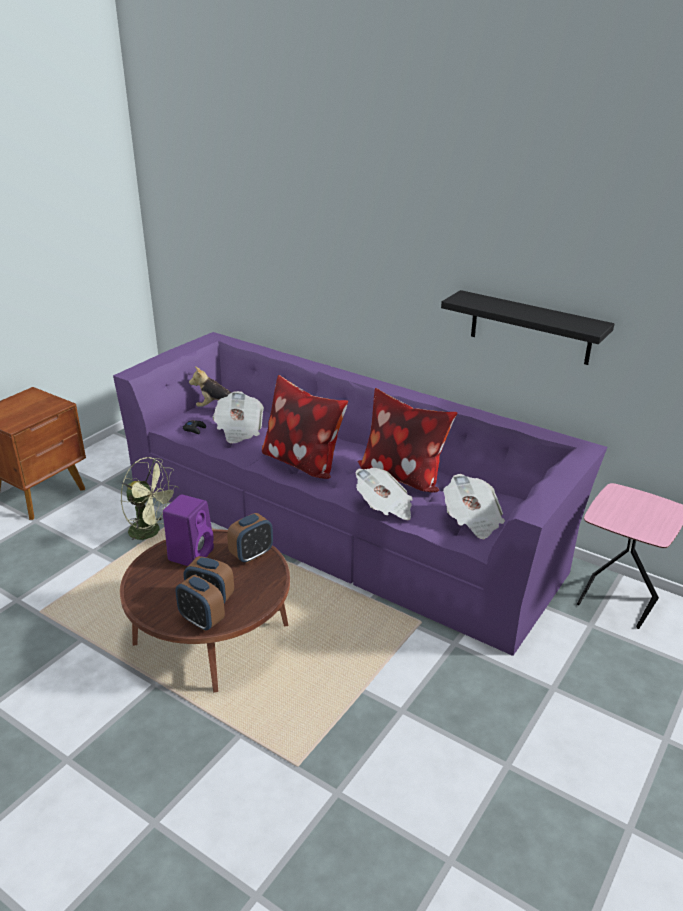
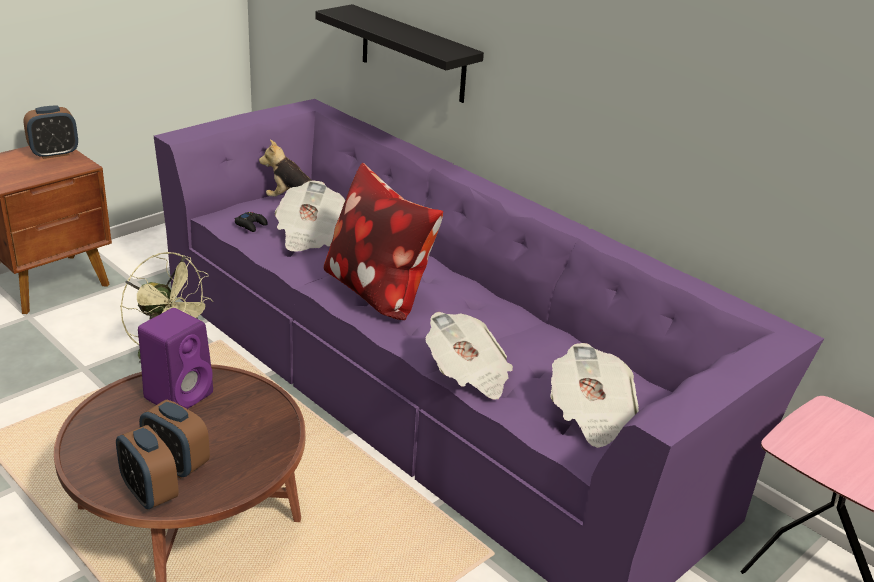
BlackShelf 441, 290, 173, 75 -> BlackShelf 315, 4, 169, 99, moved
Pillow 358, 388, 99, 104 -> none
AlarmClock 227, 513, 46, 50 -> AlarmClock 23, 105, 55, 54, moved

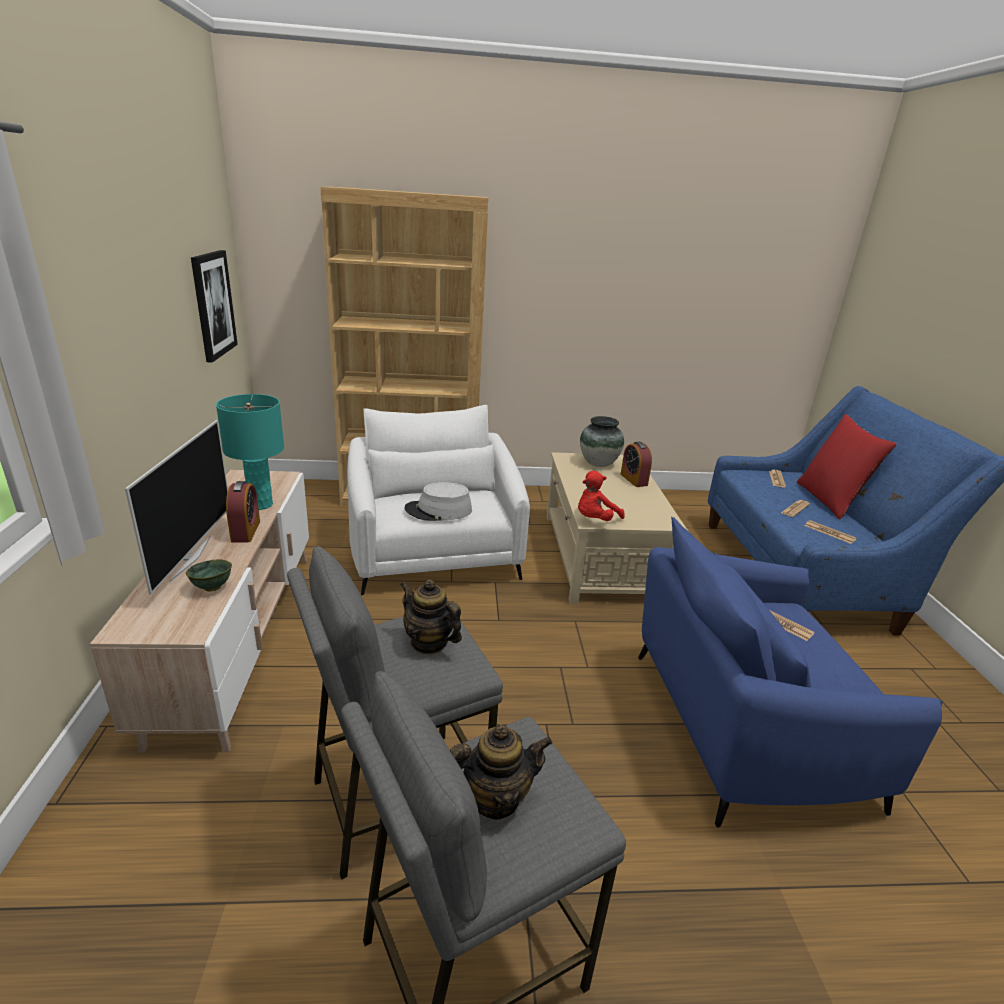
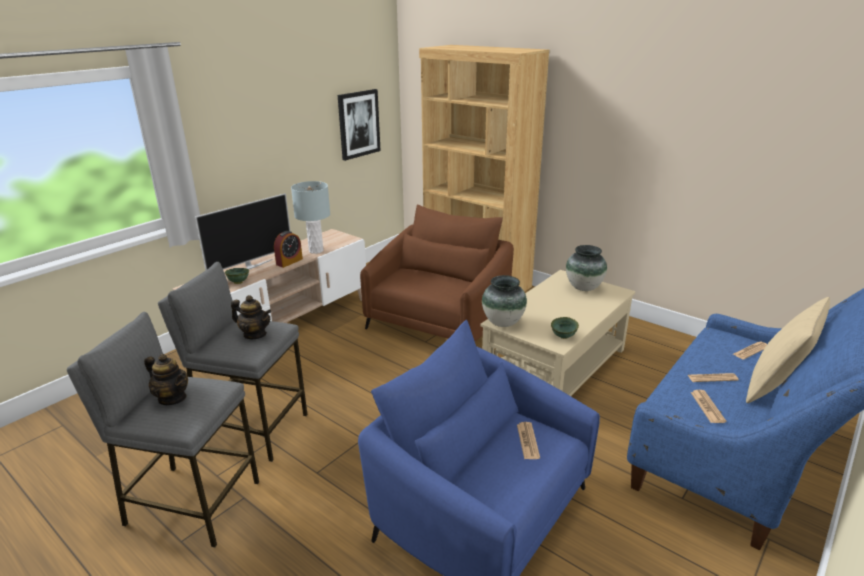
TurquoiseTableLamp 216, 394, 68, 116 -> GreyTableLamp 291, 181, 39, 73
WhiteArmchair 347, 405, 183, 191 -> BrownArmchair 360, 205, 154, 136
RedPillow 797, 414, 100, 106 -> BeigePillow 746, 297, 84, 106
AlarmClock 621, 442, 31, 45 -> none
RedPlushToy 578, 471, 47, 50 -> Vase 482, 275, 45, 52
GreyHat 404, 482, 68, 39 -> none
Teapot 400, 579, 62, 75 -> Teapot 231, 295, 40, 44, 120 degrees clockwise
none -> GreenBowl 551, 317, 28, 22

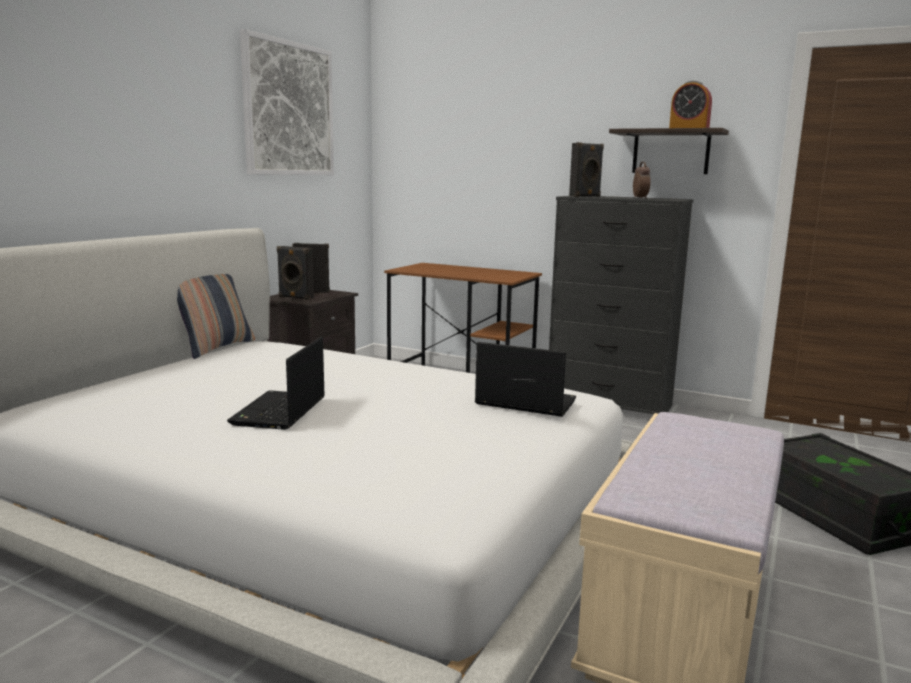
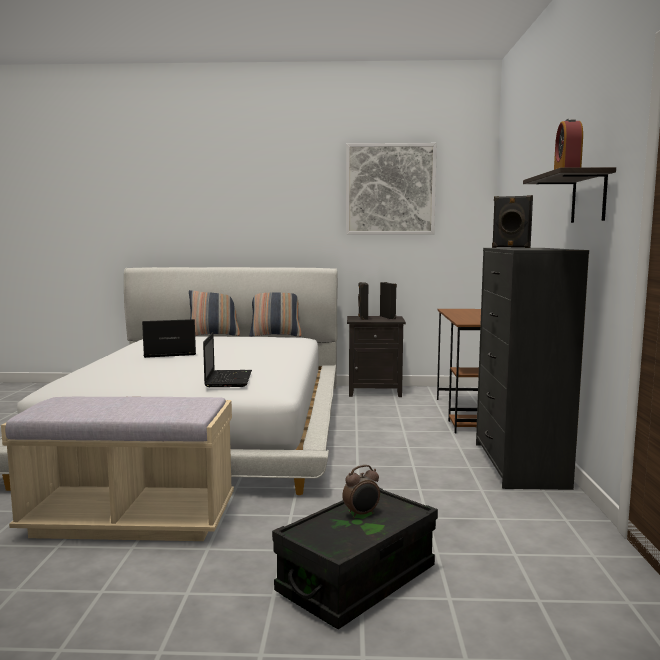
AlarmClock 633, 162, 18, 37 -> AlarmClock 342, 465, 38, 53, moved
none -> Pillow 189, 290, 51, 46

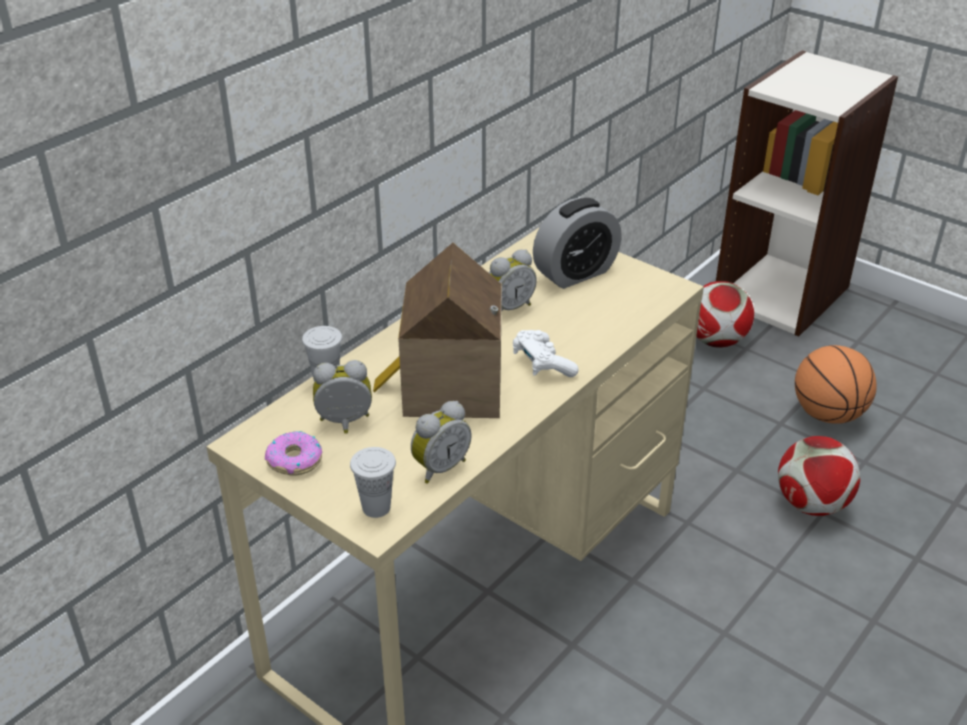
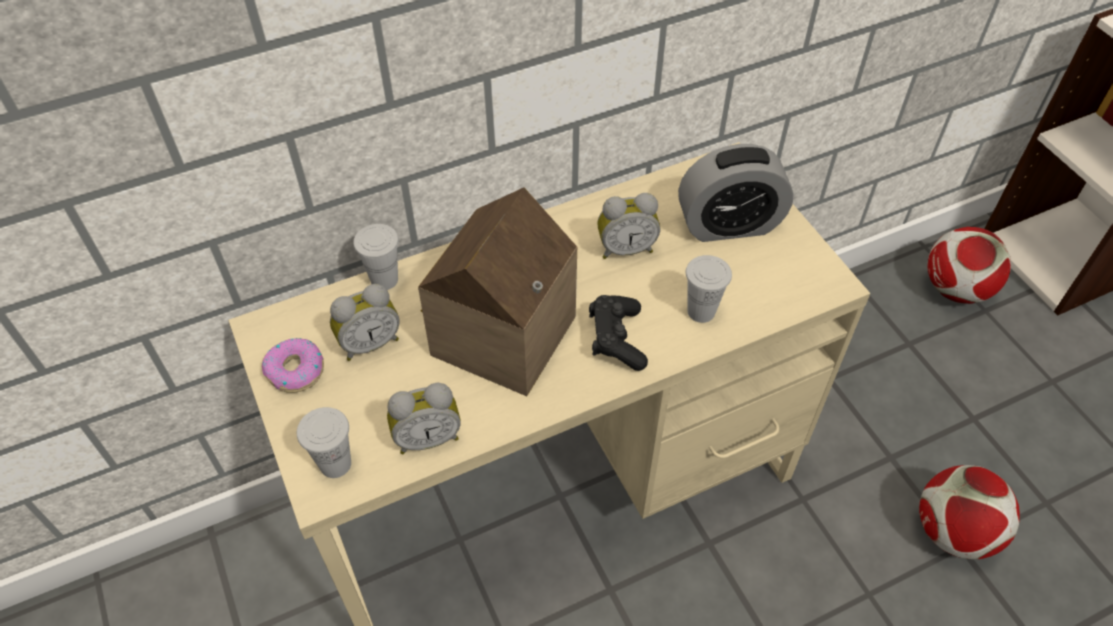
WhiteGameController 513, 330, 66, 47 -> BlackGameController 589, 295, 59, 76
Basketball 795, 345, 82, 79 -> none
AlarmClock 313, 360, 59, 74 -> AlarmClock 330, 284, 70, 77, 135 degrees clockwise
none -> WhiteCup 686, 255, 46, 68

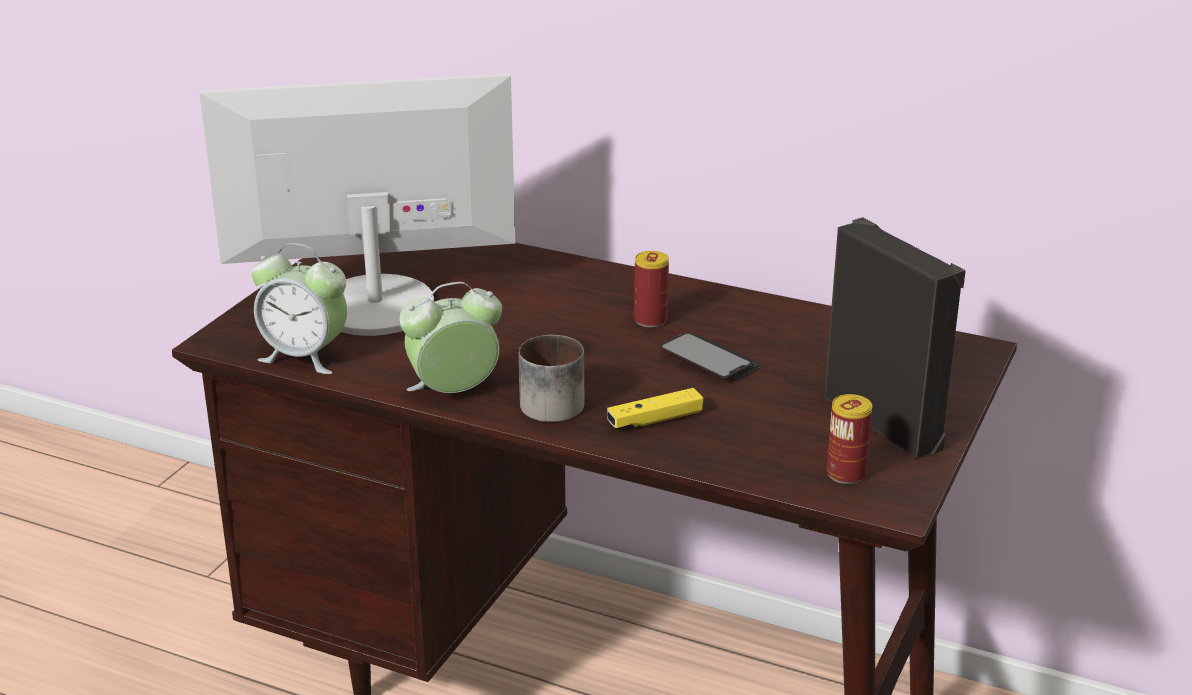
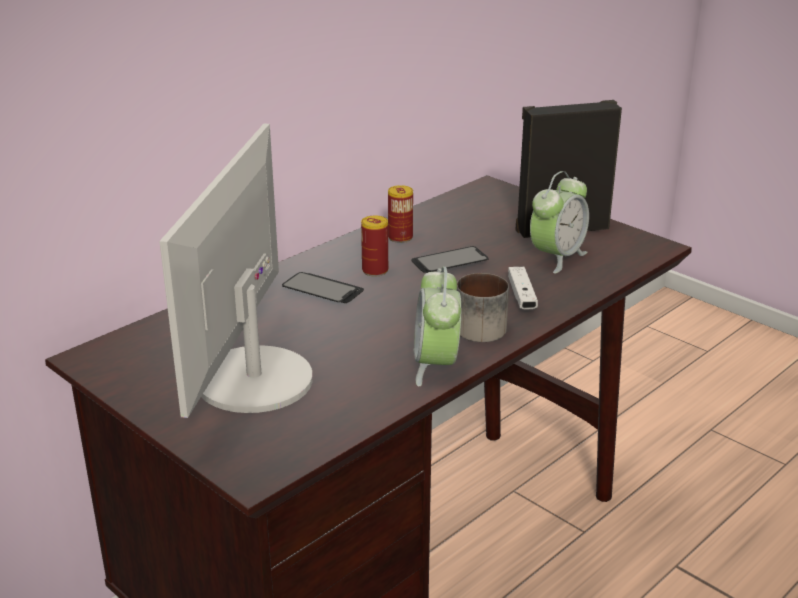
AlarmClock 252, 243, 95, 131 -> AlarmClock 530, 171, 59, 102, moved
YellowGameController 607, 388, 96, 40 -> WhiteGameController 508, 266, 30, 44
Can 827, 394, 45, 90 -> Can 388, 185, 25, 58, moved
none -> Phone 282, 272, 82, 31

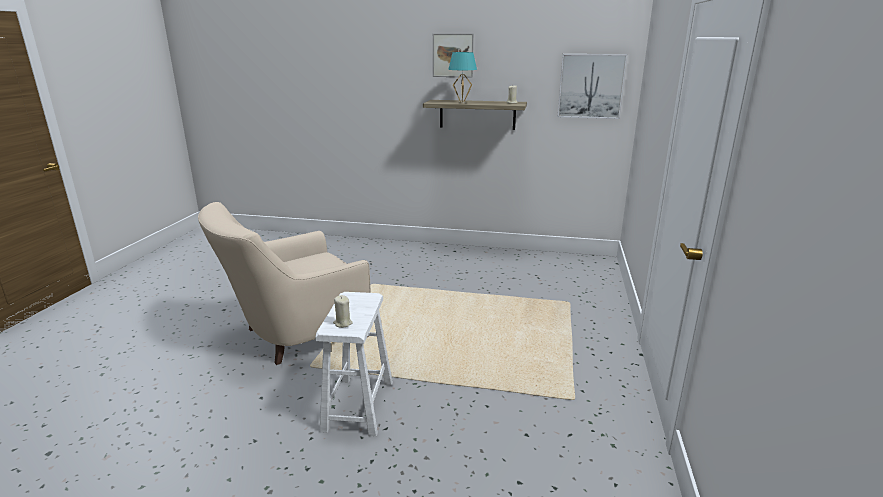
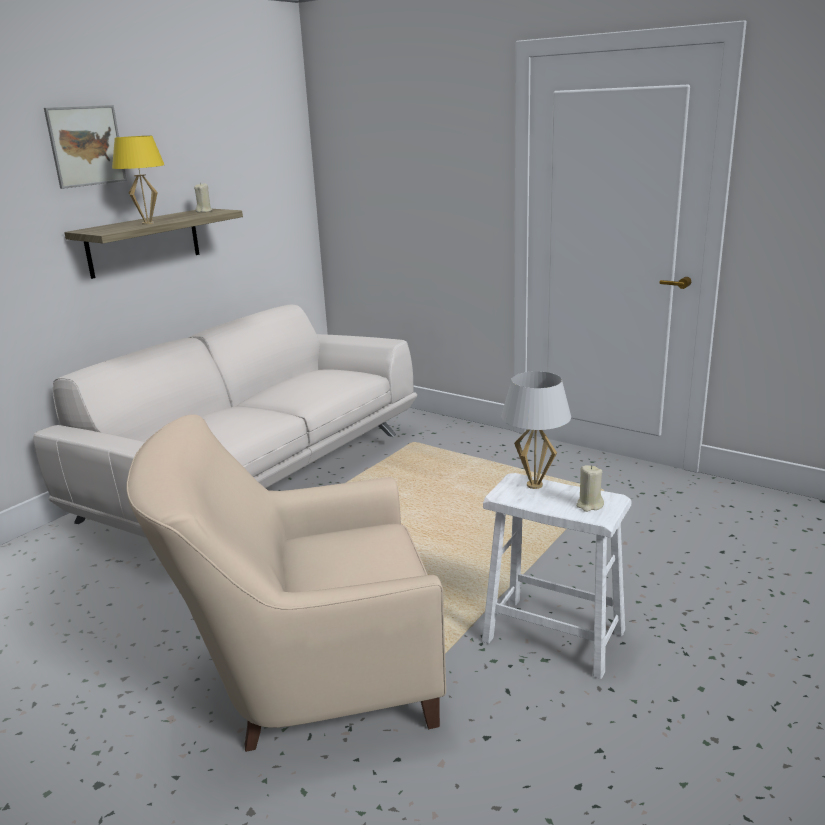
TurquoiseTableLamp 448, 52, 29, 51 -> YellowTableLamp 112, 136, 52, 89
Picture 558, 54, 70, 65 -> none
BeigeArmchair 198, 202, 173, 163 -> BeigeArmchair 127, 414, 319, 338, 90 degrees clockwise
none -> WhiteSofa 33, 305, 384, 233
none -> WhiteTableLamp 501, 371, 70, 118

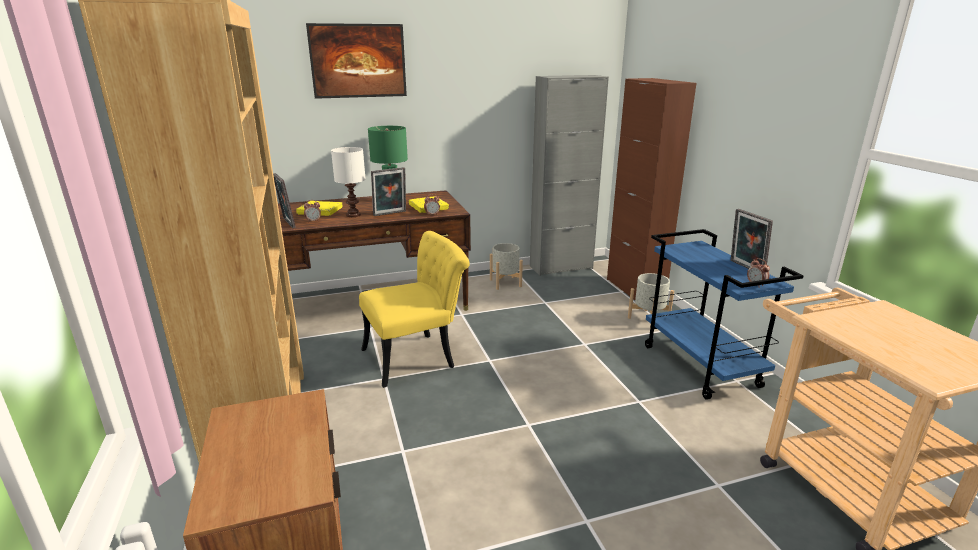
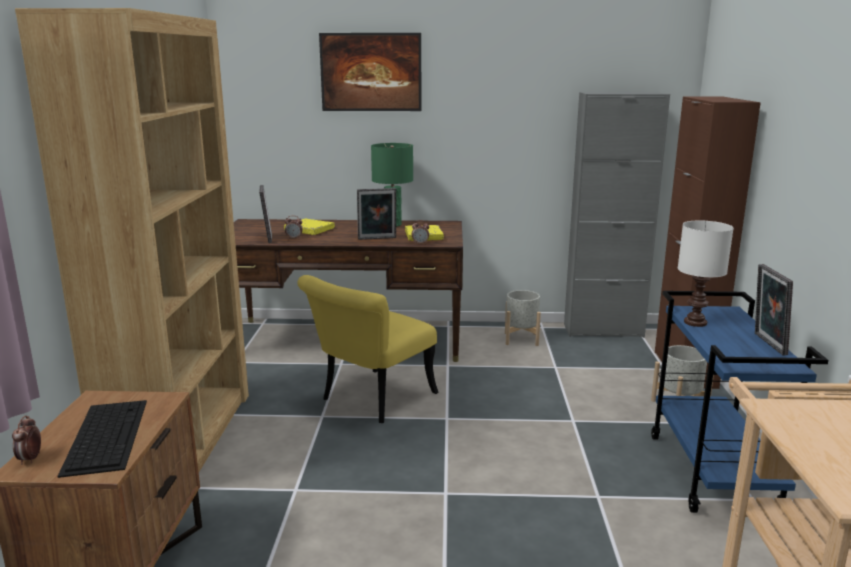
WhiteTableLamp 331, 147, 35, 70 -> WhiteTableLamp 678, 221, 56, 106, moved
YellowChair 359, 231, 111, 157 -> YellowChair 298, 275, 141, 148, 135 degrees clockwise
AlarmClock 747, 258, 23, 30 -> AlarmClock 12, 416, 29, 49, moved
none -> Keyboard 57, 400, 90, 78

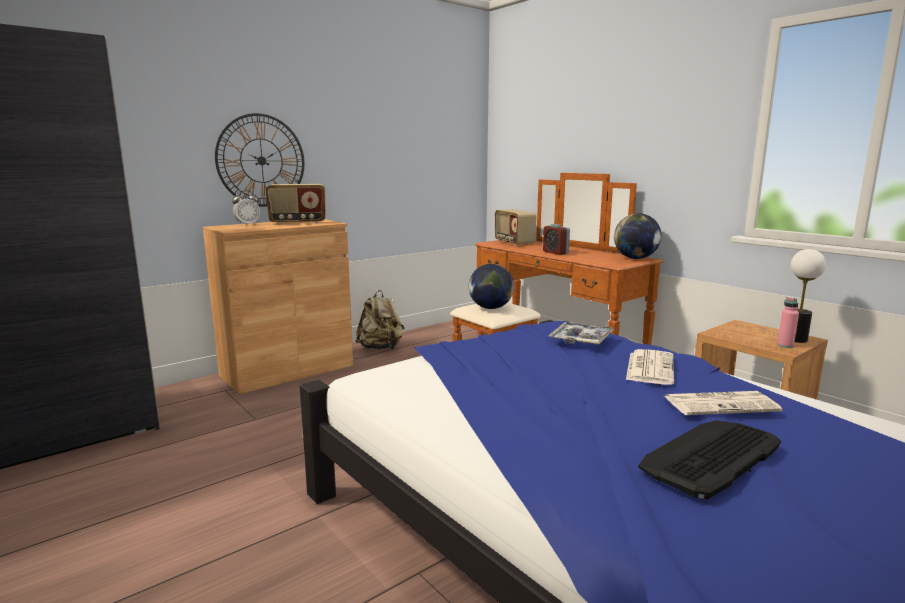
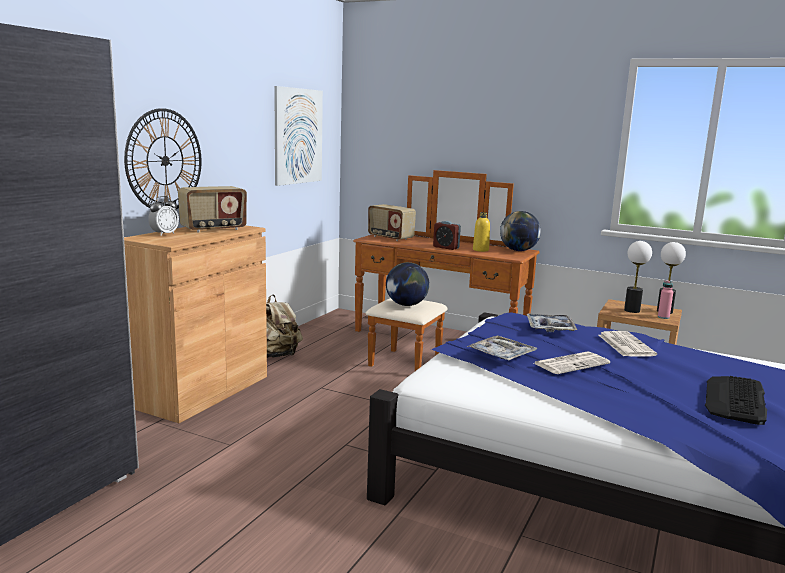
Newspaper 664, 391, 118, 24 -> Newspaper 534, 351, 76, 23, moved
none -> Picture 274, 86, 49, 100
none -> YellowBottle 473, 212, 17, 40
none -> TableLamp 624, 241, 28, 72
none -> Tray 467, 335, 70, 25

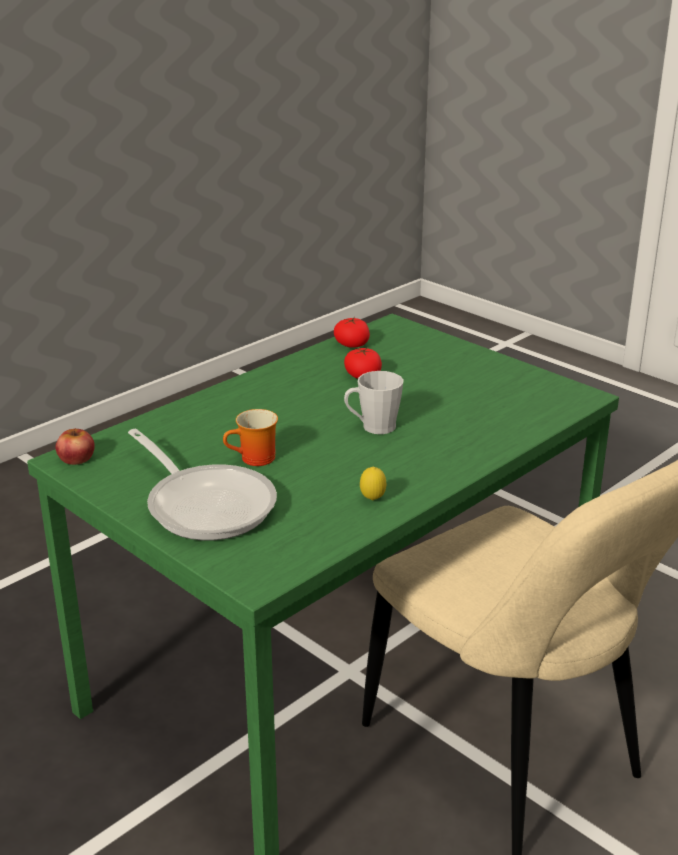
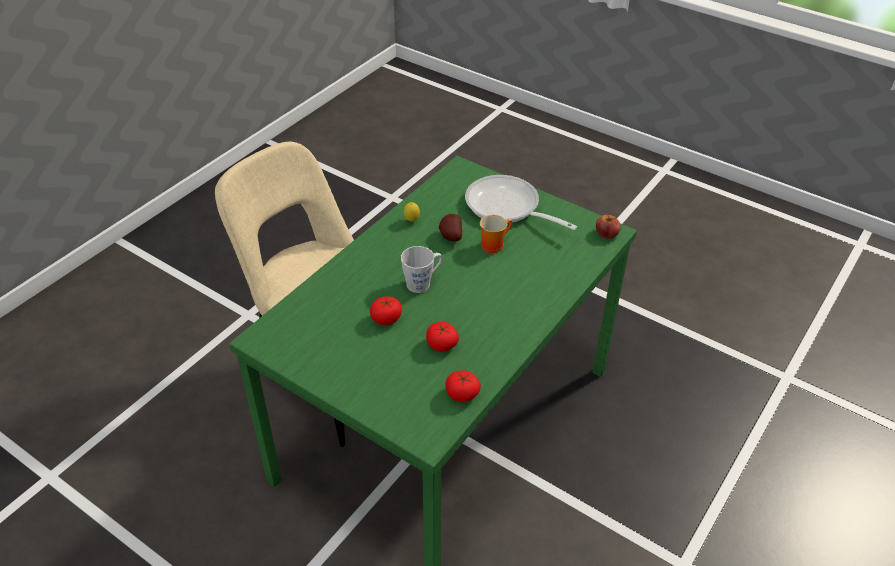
none -> Potato 439, 214, 23, 28
none -> Tomato 370, 296, 32, 29

